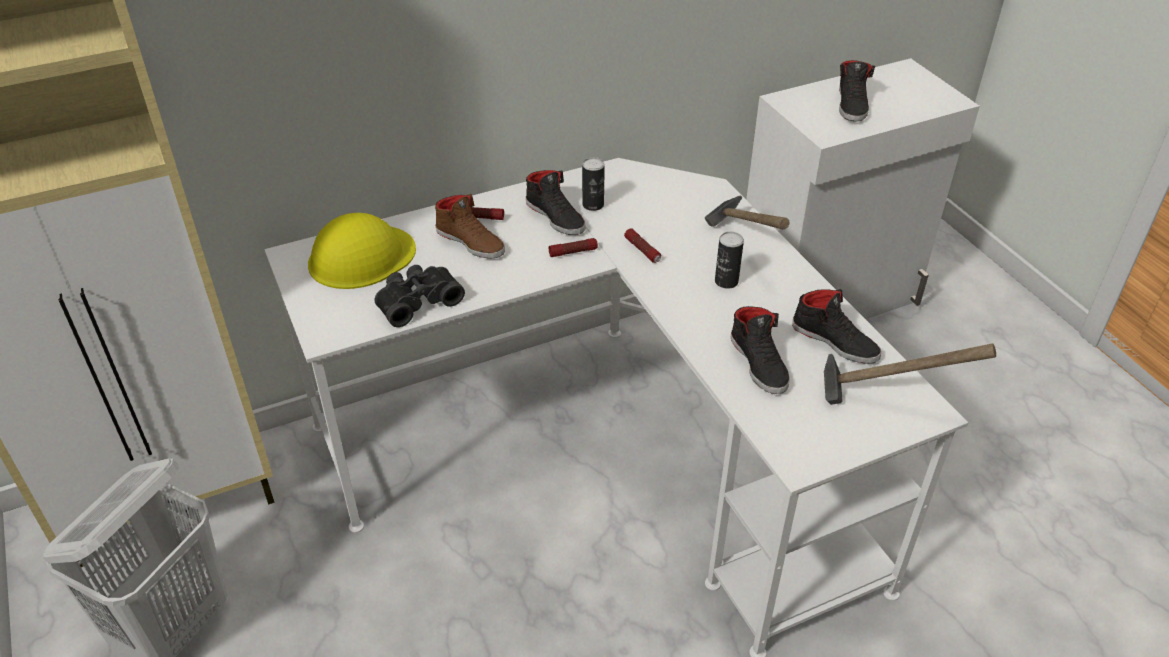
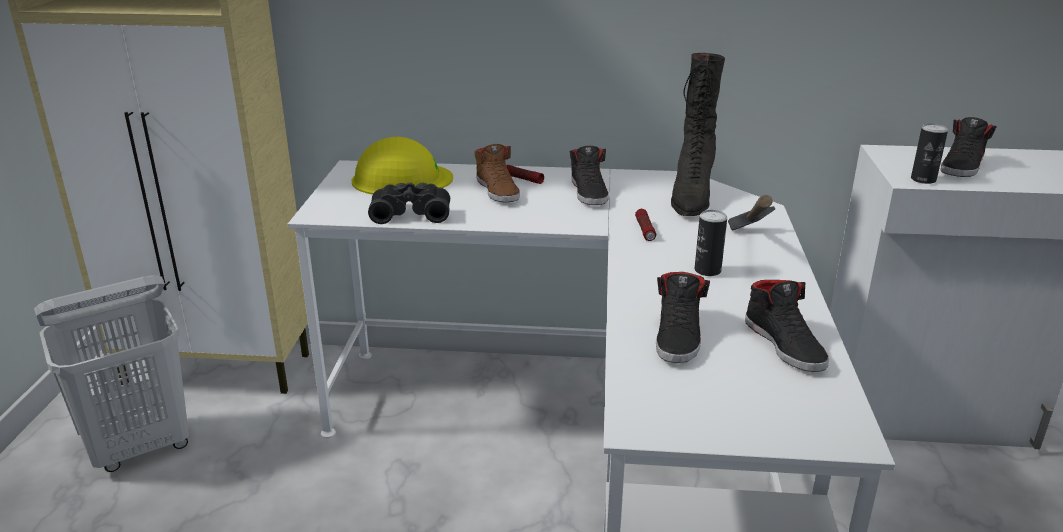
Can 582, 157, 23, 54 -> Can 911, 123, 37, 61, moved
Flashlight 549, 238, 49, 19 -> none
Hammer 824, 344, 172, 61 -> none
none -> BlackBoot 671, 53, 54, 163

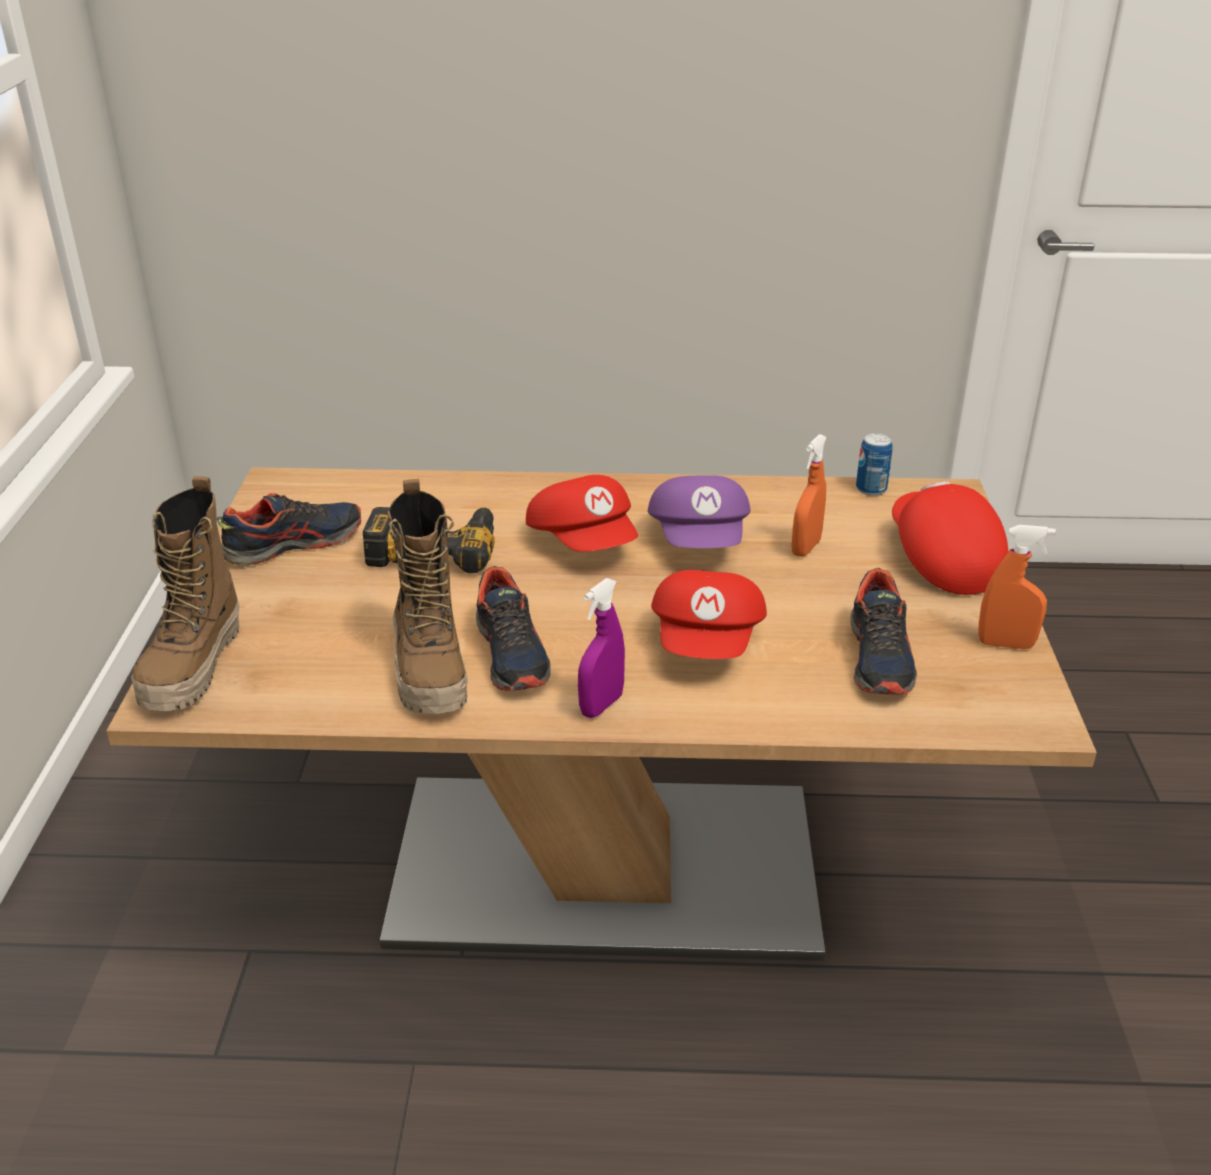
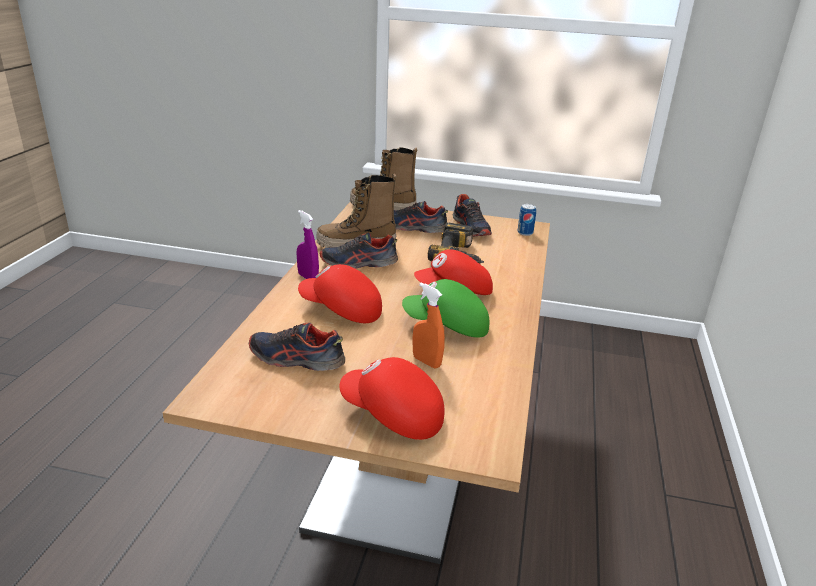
Can 856, 433, 36, 63 -> Can 517, 204, 19, 32, moved
PurpleCap 648, 475, 103, 73 -> GreenCap 402, 279, 87, 59
RedCap 892, 481, 116, 114 -> RedCap 340, 357, 104, 83, 150 degrees counterclockwise
OrangeSprayBottle 978, 525, 78, 124 -> none
none -> Shoe 394, 201, 54, 32

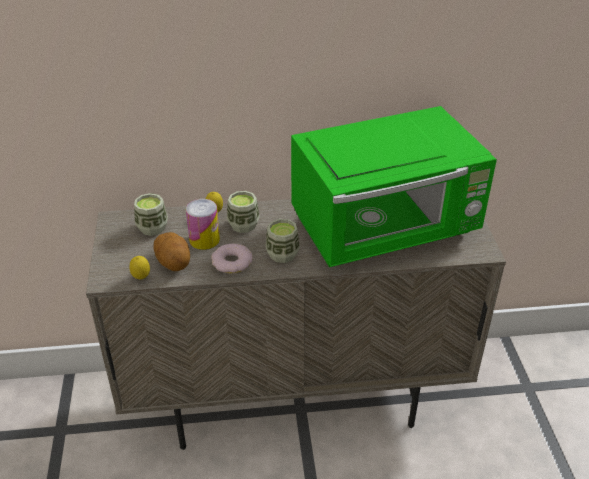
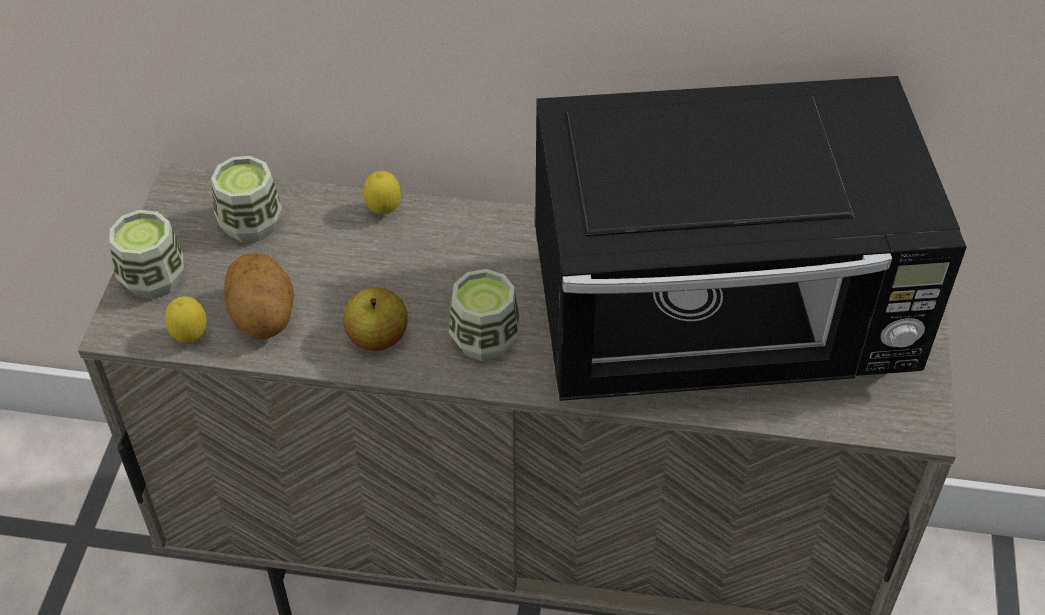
GreenMicrowave 291, 106, 206, 161 -> BlackMicrowave 535, 76, 432, 325
Cup 227, 191, 33, 42 -> Cup 109, 210, 74, 89, moved
Can 186, 199, 34, 51 -> none
Donut 211, 244, 42, 29 -> Apple 343, 288, 65, 63

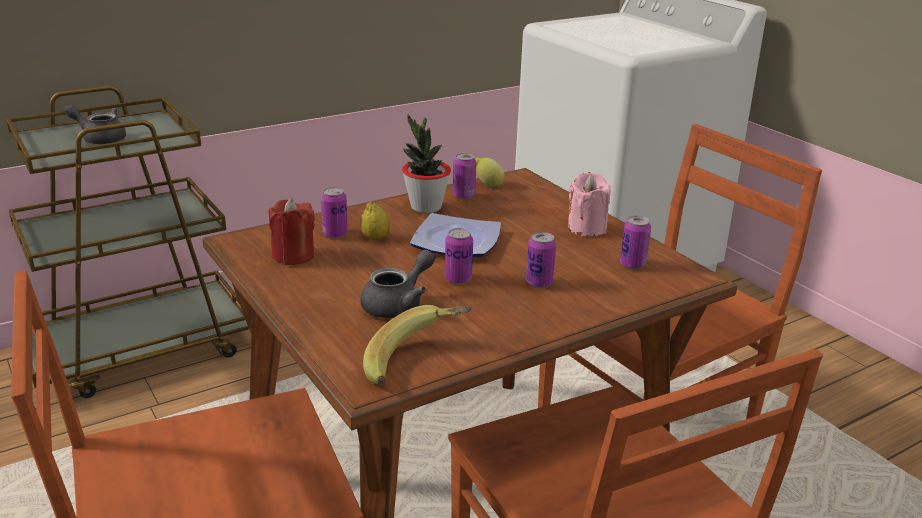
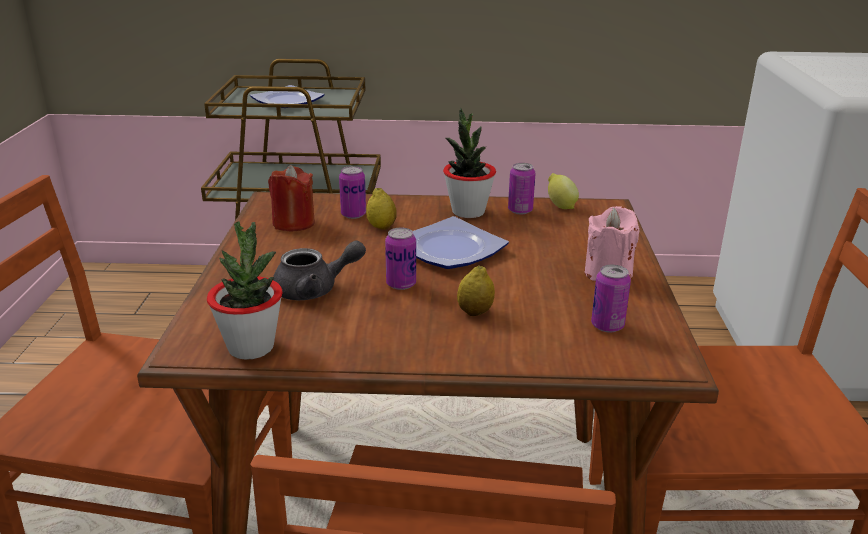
GreyTeapot 64, 104, 62, 41 -> Plate 250, 85, 74, 23
Can 526, 232, 30, 56 -> Lemon 457, 265, 38, 51
Banana 363, 305, 108, 80 -> PottedPlant 207, 221, 76, 138

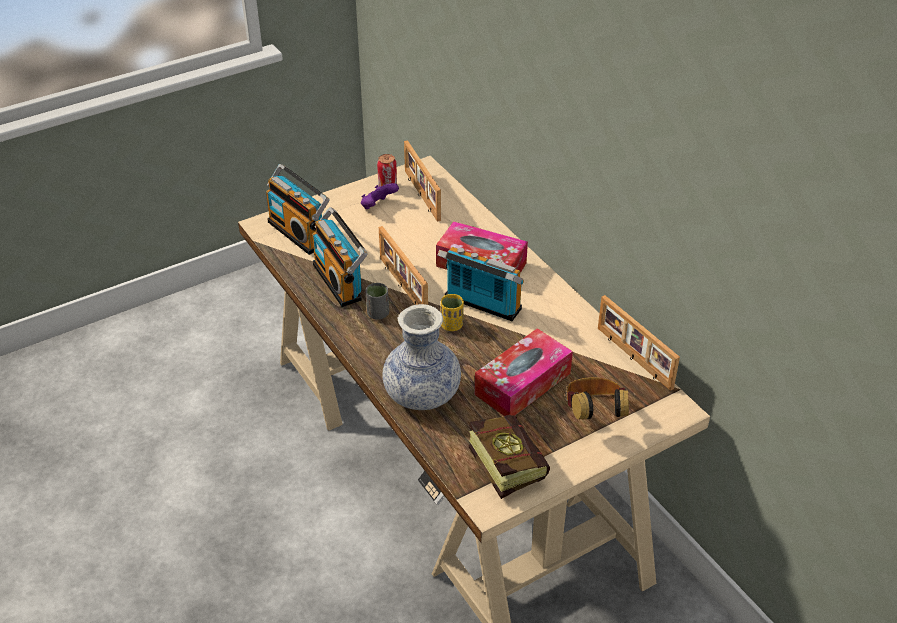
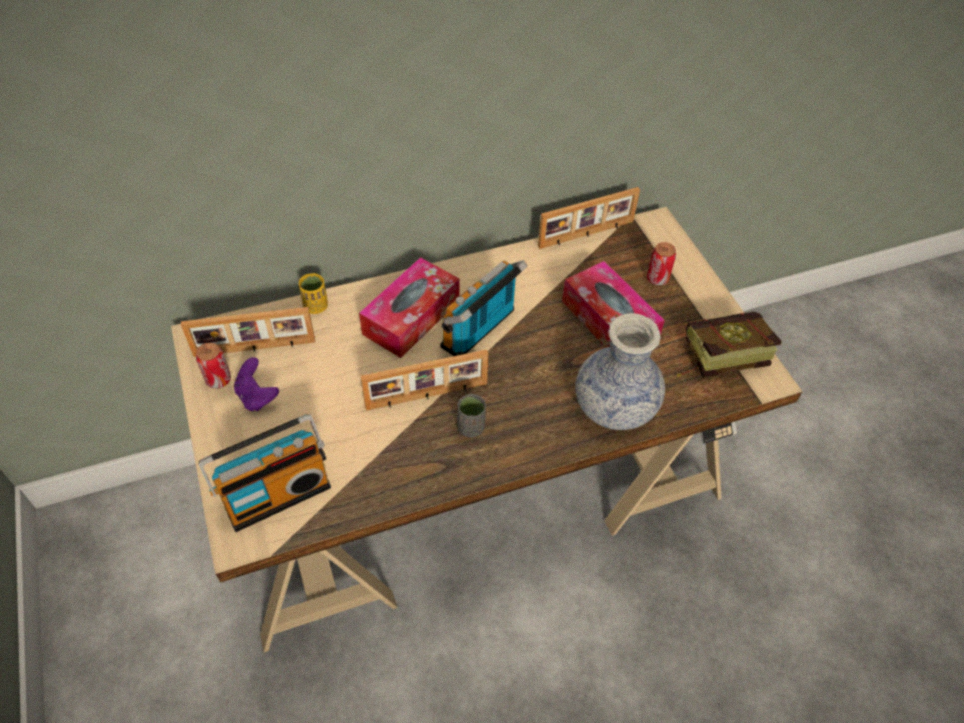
Radio 312, 207, 56, 100 -> none
YellowCup 441, 294, 23, 37 -> YellowCup 299, 273, 29, 41, moved
Headphones 566, 377, 63, 43 -> Can 647, 242, 29, 44

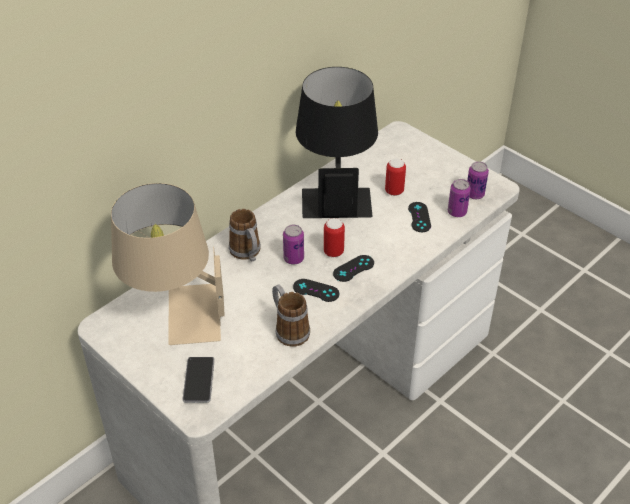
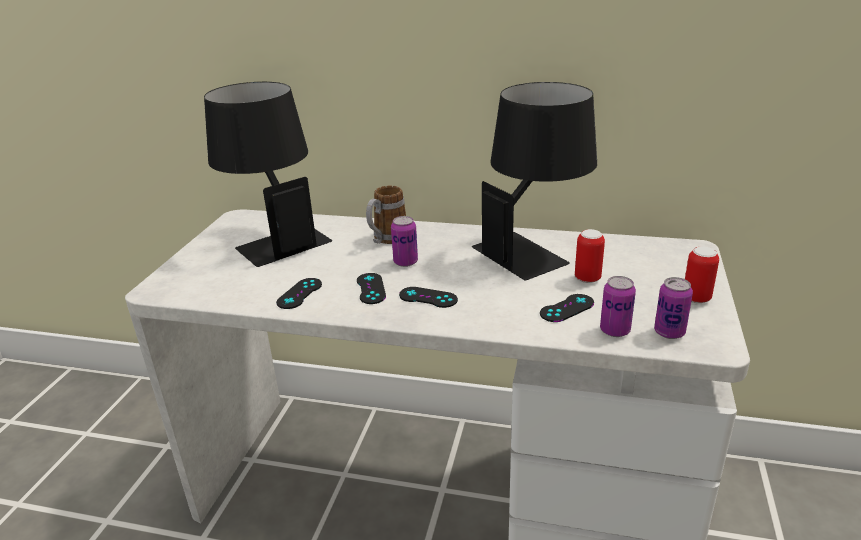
BeigeTableLamp 111, 183, 114, 162 -> BlackTableLamp 204, 82, 128, 185
Can 324, 218, 21, 39 -> Can 685, 246, 34, 57, moved
Mug 272, 284, 38, 63 -> BlackGameController 276, 278, 46, 31
Phone 182, 357, 33, 46 -> none

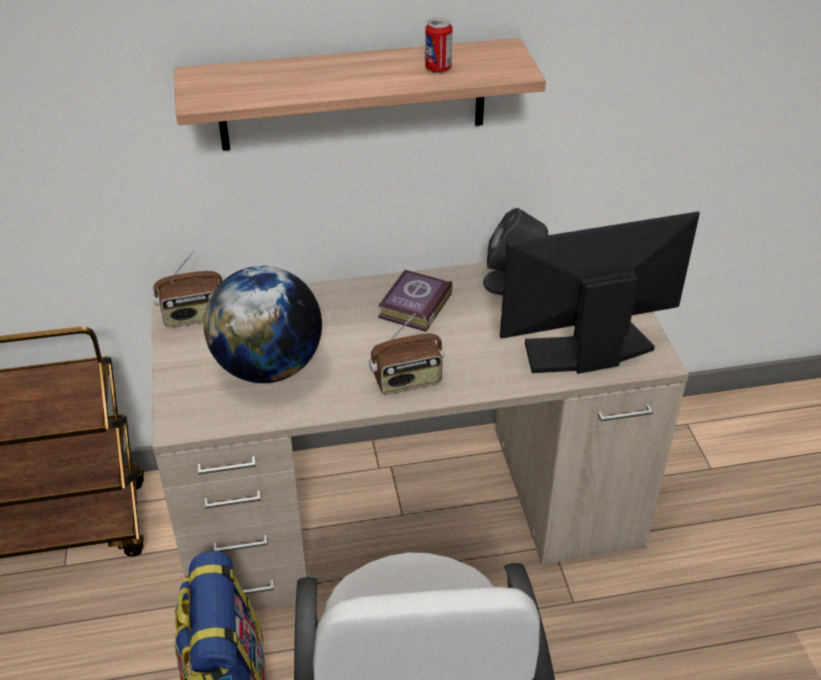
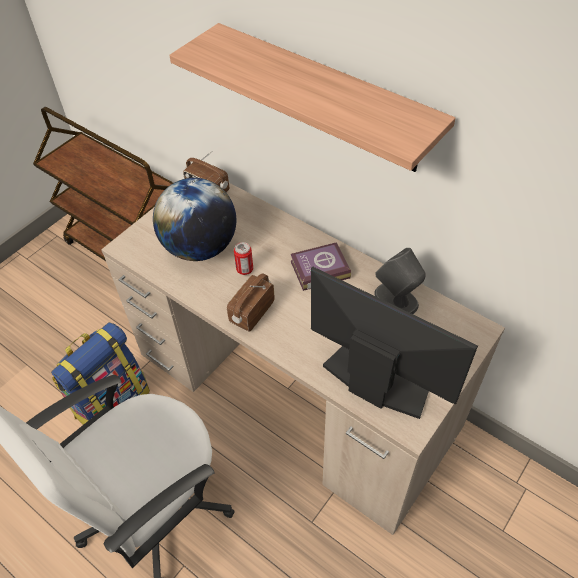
Can 425, 18, 27, 55 -> Can 234, 242, 19, 33, moved
Radio 369, 313, 75, 82 -> Radio 227, 274, 47, 58, 90 degrees clockwise

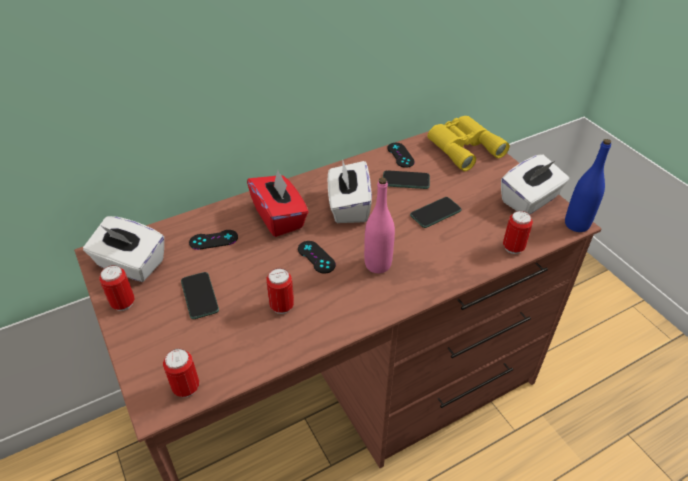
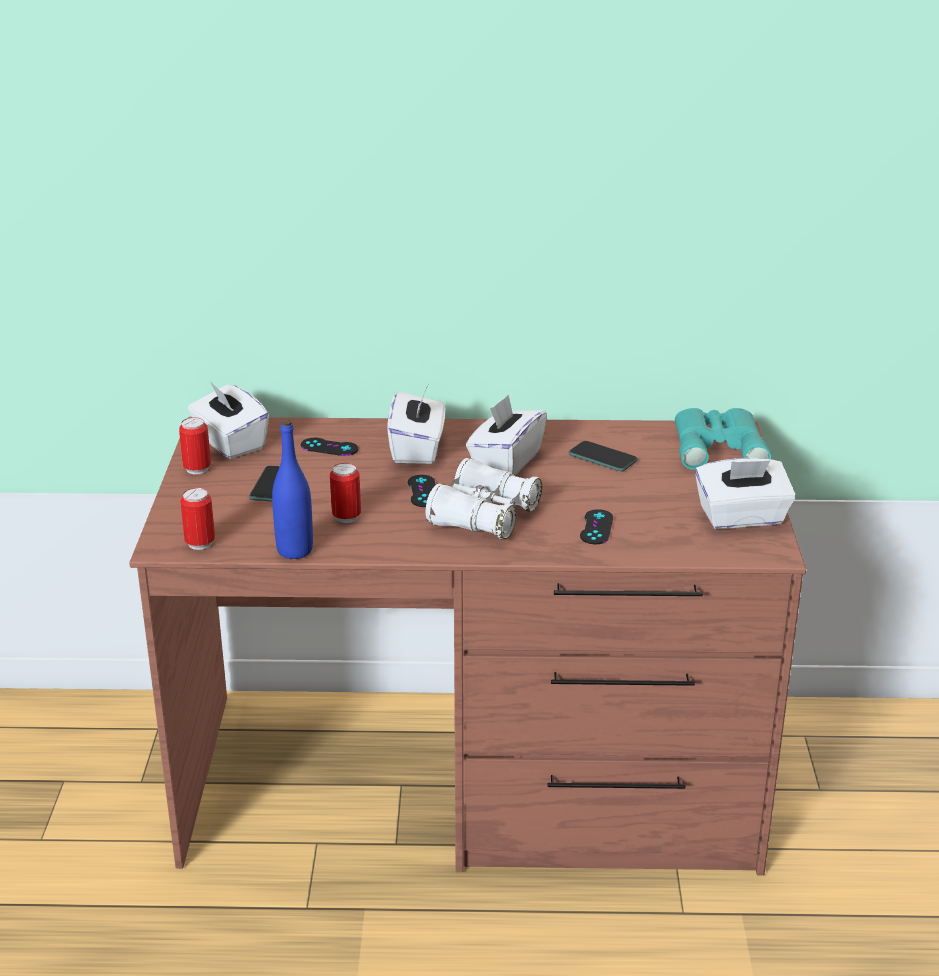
YellowBinoculars 427, 116, 83, 55 -> TurquoiseBinoculars 675, 408, 96, 62
BlueBottle 565, 139, 46, 93 -> BlueBottle 272, 420, 41, 139, moved
BlackGameController 387, 143, 28, 25 -> BlackGameController 580, 509, 33, 35, moved
RedTissueBox 247, 170, 61, 67 -> WhiteTissueBox 388, 385, 57, 79
PinkBottle 364, 178, 31, 95 -> WhiteBinoculars 425, 458, 117, 81
Phone 410, 197, 52, 31 -> none
Can 503, 211, 30, 43 -> none

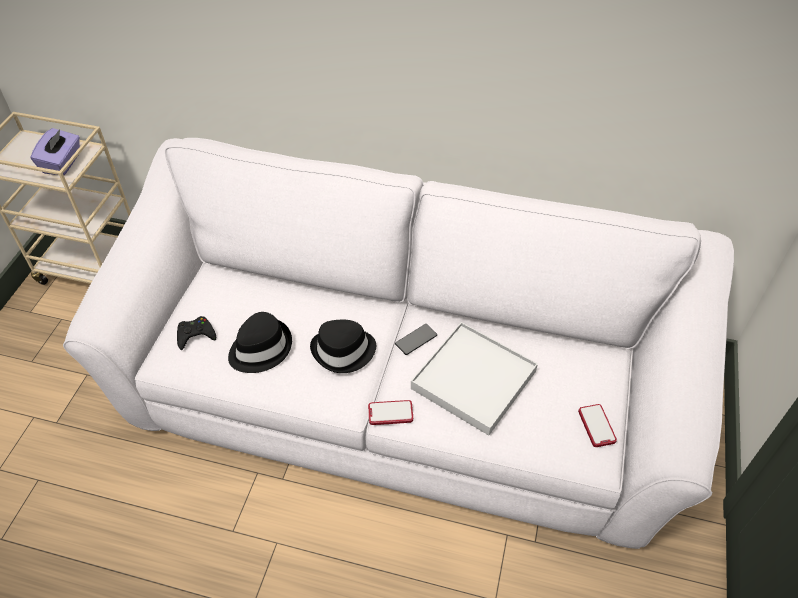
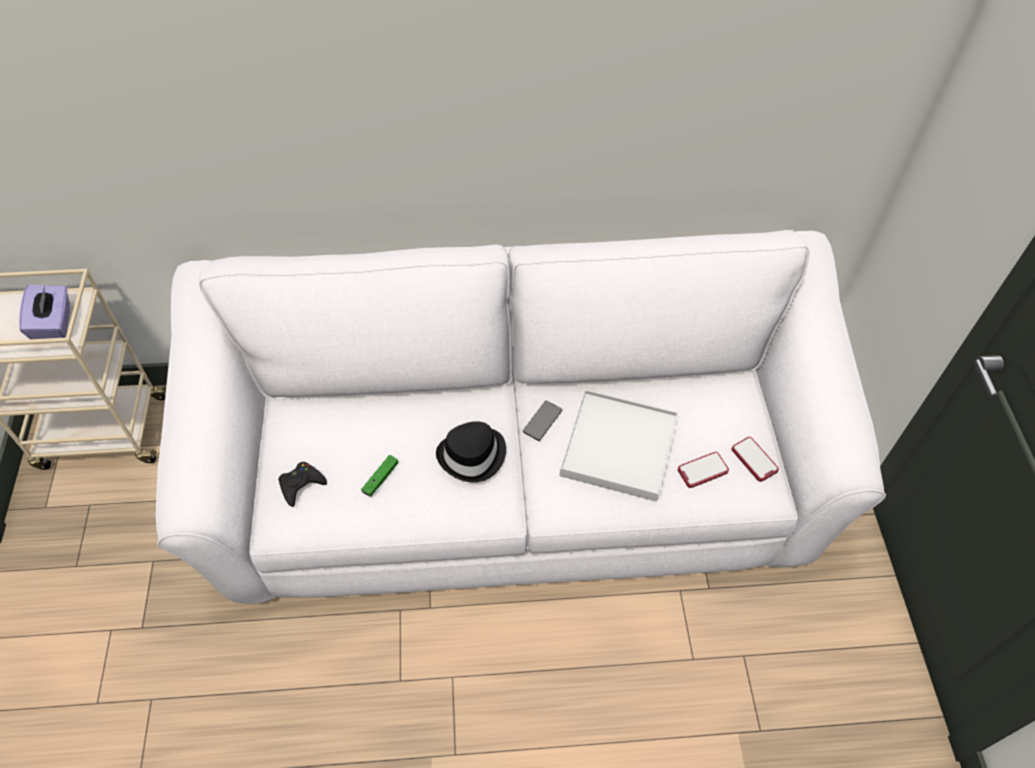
BlackHat 228, 312, 64, 61 -> GreenGameController 361, 455, 37, 42
Phone 368, 400, 45, 25 -> Phone 678, 452, 51, 36, moved

